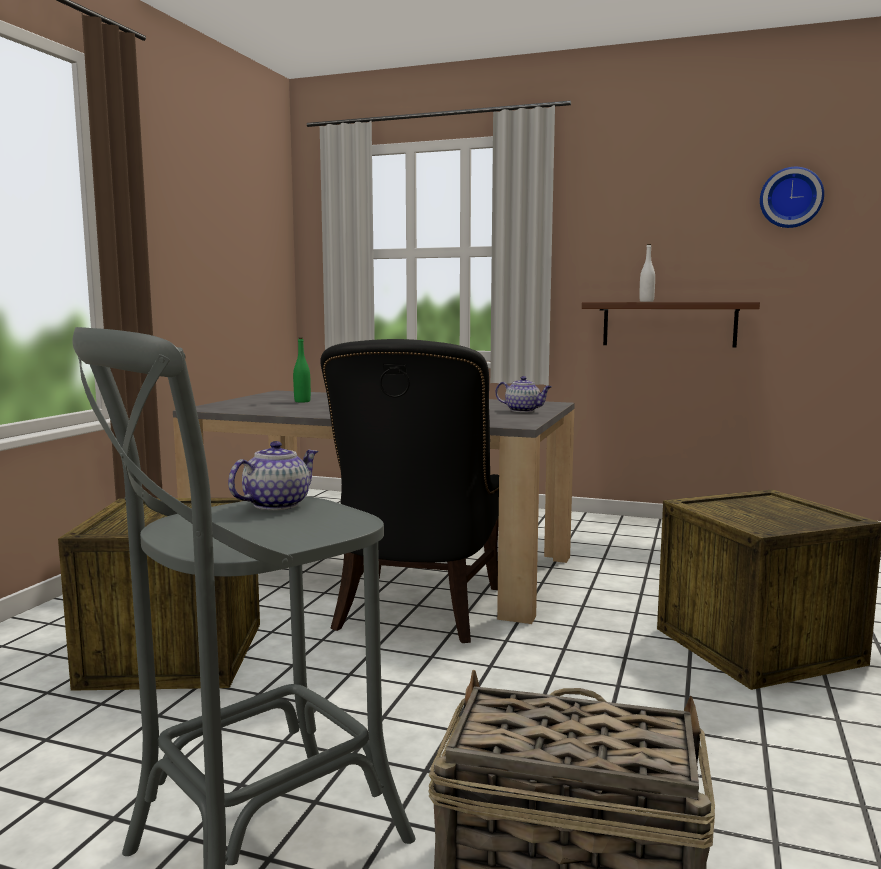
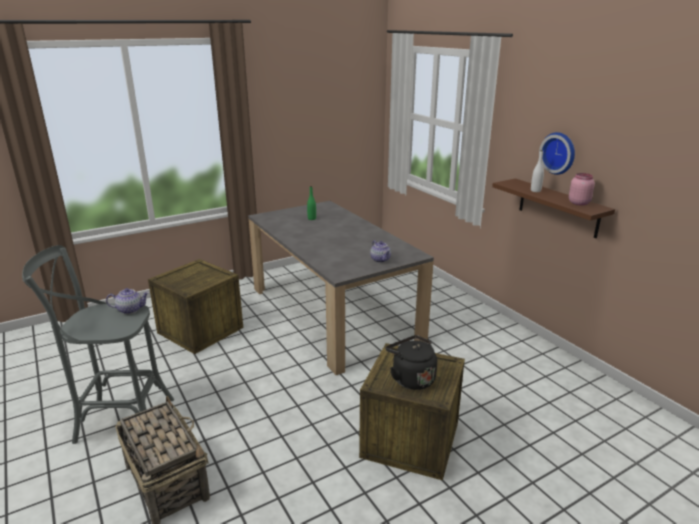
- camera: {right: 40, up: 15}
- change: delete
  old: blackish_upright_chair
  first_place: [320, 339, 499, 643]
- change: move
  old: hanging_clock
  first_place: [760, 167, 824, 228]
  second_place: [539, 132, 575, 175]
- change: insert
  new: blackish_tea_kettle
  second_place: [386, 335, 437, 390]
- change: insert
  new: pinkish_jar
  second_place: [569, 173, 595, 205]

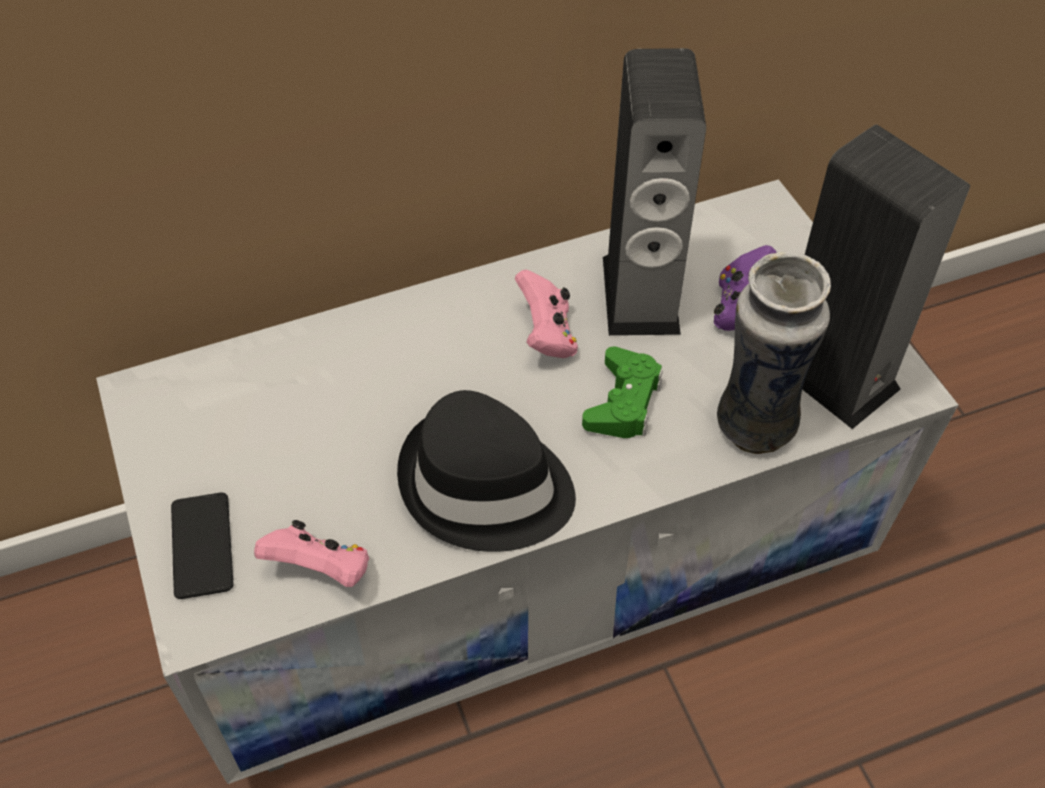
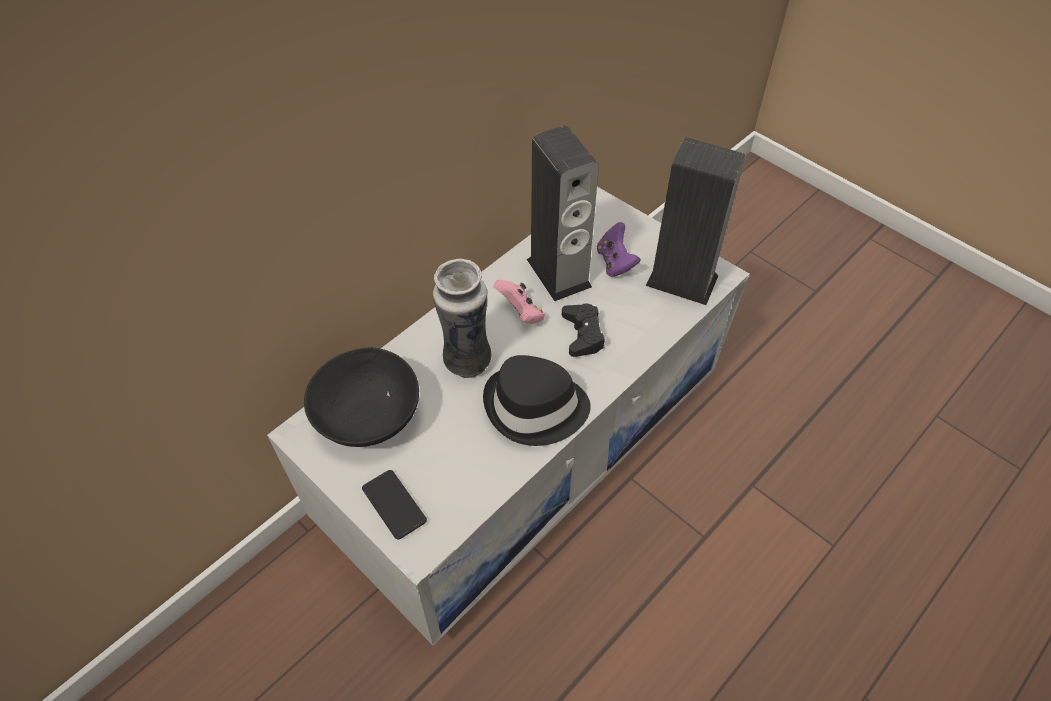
- camera: {right: -25, up: 0}
- change: delete
  old: pinkish_gamepad
  first_place: [254, 520, 369, 587]
- change: recolor
  old: greenish_gamepad
  new: blackish_gamepad
  first_place: [582, 347, 663, 438]
  second_place: [562, 303, 605, 357]
- change: move
  old: decorative_vase
  first_place: [717, 252, 831, 454]
  second_place: [433, 259, 491, 378]
- change: insert
  new: blackish_serving_bowl
  second_place: [304, 347, 419, 447]

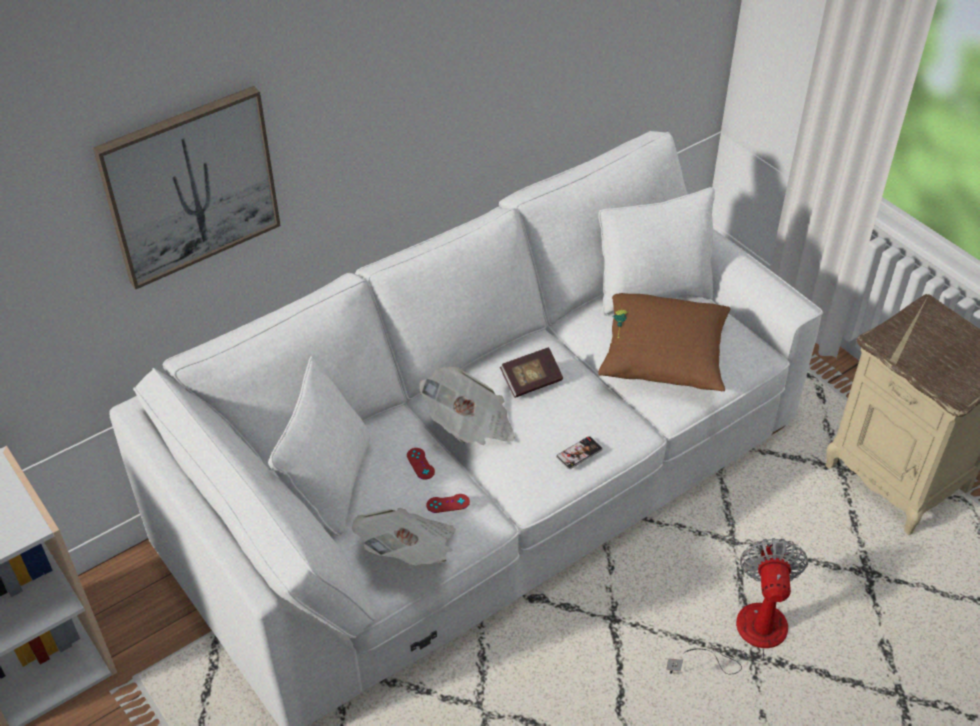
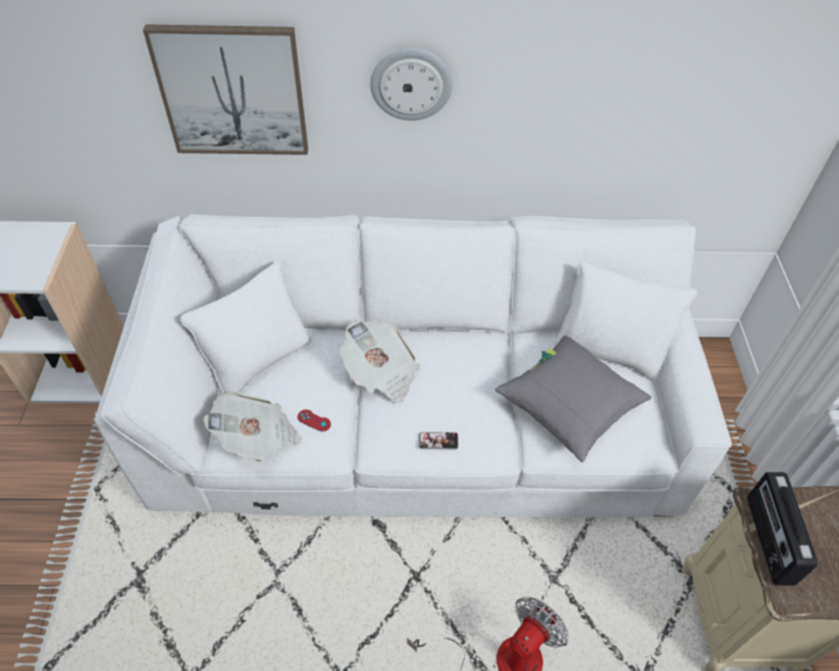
- camera: {right: 35, up: 5}
- change: delete
  old: red-coloured_gamepad
  first_place: [407, 448, 435, 480]
- change: delete
  old: volume
  first_place: [500, 347, 563, 398]
- change: recolor
  old: brown-coloured_pillow
  new: gray_pillow
  first_place: [598, 293, 731, 391]
  second_place: [495, 336, 651, 462]
- change: insert
  new: hanging_clock
  second_place: [370, 48, 452, 120]
- change: insert
  new: radio_set
  second_place: [747, 472, 818, 586]

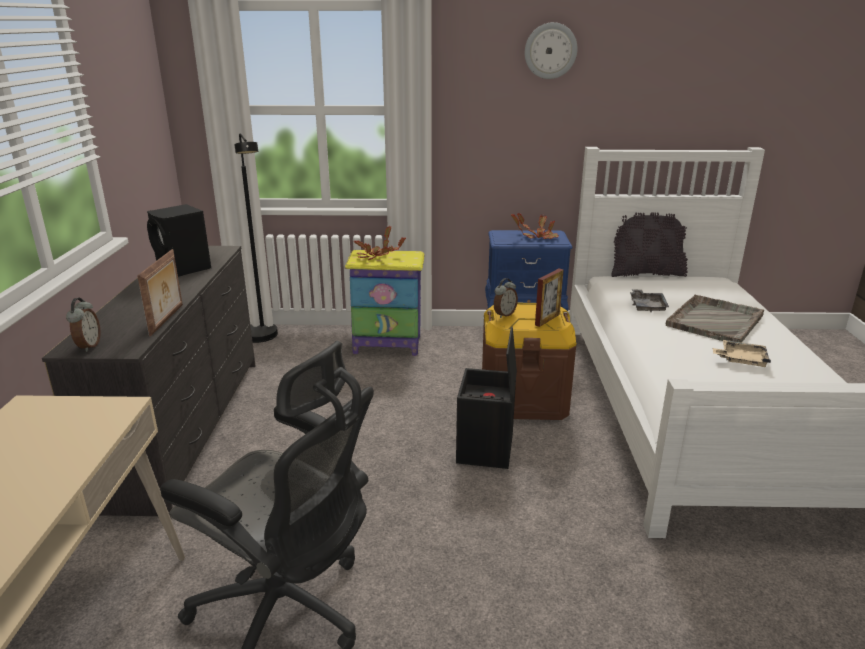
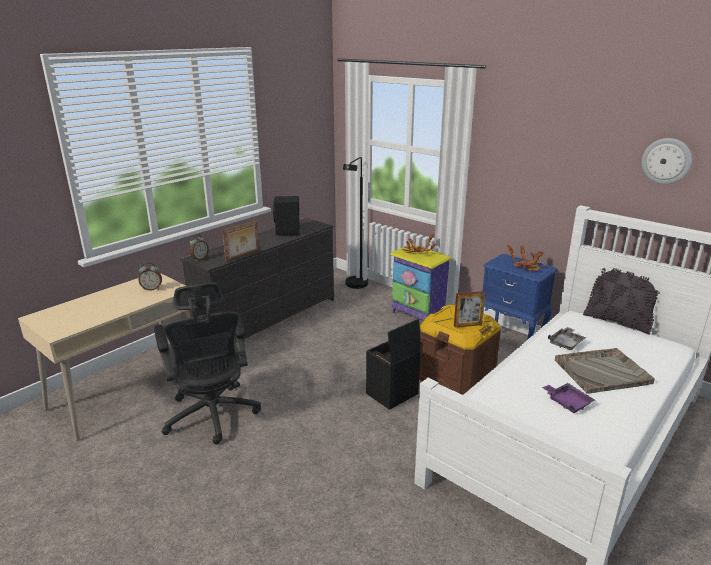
- camera: {right: 40, up: 0}
- change: move
  old: table_clock
  first_place: [494, 278, 518, 318]
  second_place: [139, 262, 162, 291]
- change: move
  old: hanging_clock
  first_place: [525, 22, 578, 79]
  second_place: [641, 138, 692, 184]
- change: recolor
  old: beige_tray
  new: purple_tray
  first_place: [713, 340, 771, 367]
  second_place: [542, 383, 595, 413]

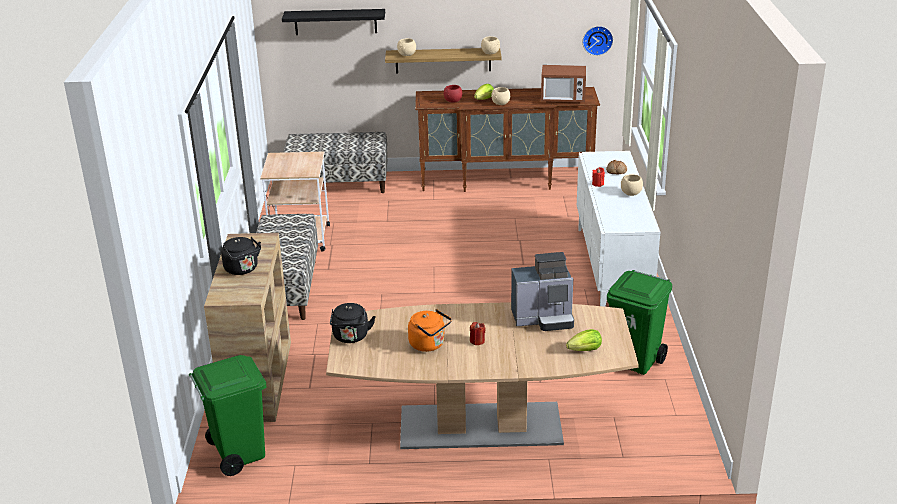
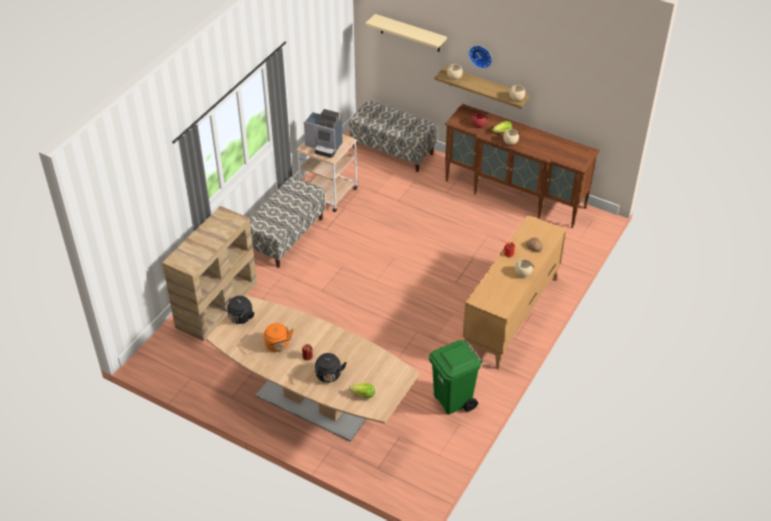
- camera: {right: 30, up: 15}
- change: delete
  old: greenish_rubbish_bin
  first_place: [189, 355, 266, 476]
- change: move
  old: blackish_tea_kettle
  first_place: [221, 237, 261, 275]
  second_place: [315, 353, 347, 383]
- change: recolor
  old: blackish_wall_shelf
  new: beige_wall_shelf
  first_place: [282, 9, 385, 35]
  second_place: [365, 14, 447, 52]
- change: move
  old: coffee_machine
  first_place: [511, 252, 574, 331]
  second_place: [304, 109, 343, 158]
- change: delete
  old: microwave
  first_place: [541, 65, 586, 103]
- change: recolor
  old: whitish_dresser
  new: brown-coloured_dresser
  first_place: [577, 151, 660, 307]
  second_place: [463, 215, 566, 370]
- change: move
  old: hanging_clock
  first_place: [583, 26, 613, 56]
  second_place: [469, 46, 492, 69]

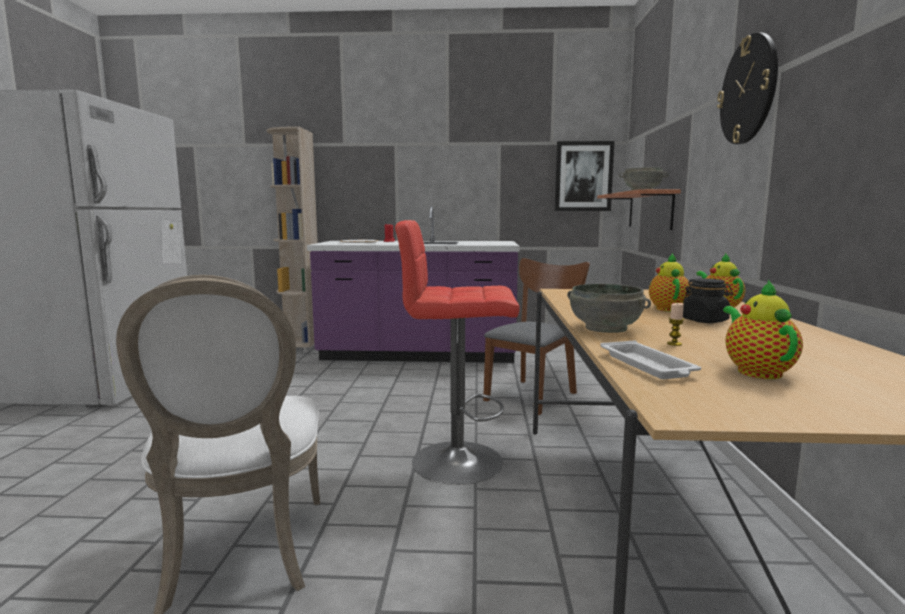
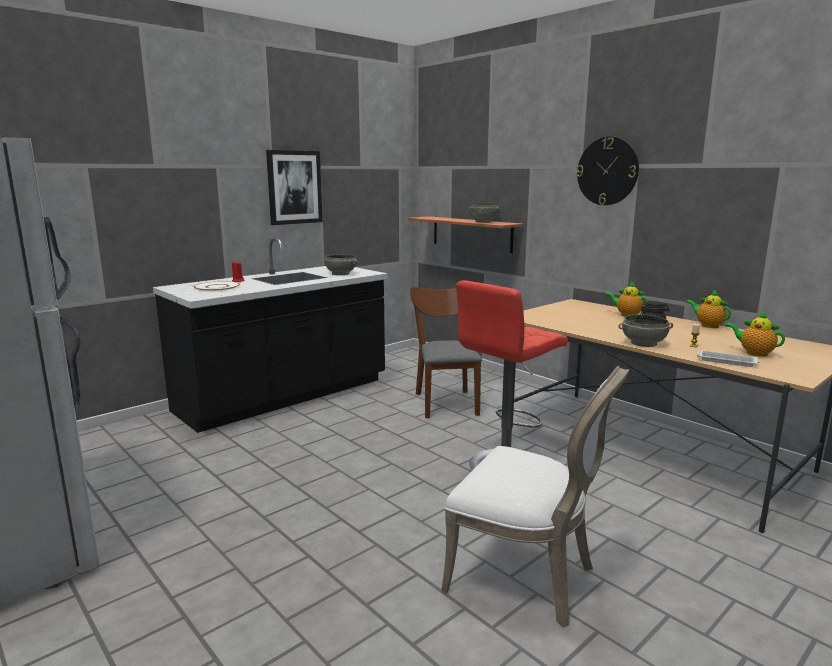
- camera: {right: -45, up: 5}
- change: delete
  old: beige_bookcase
  first_place: [267, 127, 318, 352]
- change: recolor
  old: purple_counter
  new: blackish_counter
  first_place: [307, 207, 519, 363]
  second_place: [153, 238, 388, 433]
- change: move
  old: wall_art
  first_place: [555, 141, 615, 211]
  second_place: [266, 150, 323, 225]
- change: move
  old: tea_pot
  first_place: [649, 253, 691, 311]
  second_place: [686, 290, 731, 328]
- change: insert
  new: gray_serving_bowl
  second_place: [324, 254, 358, 275]

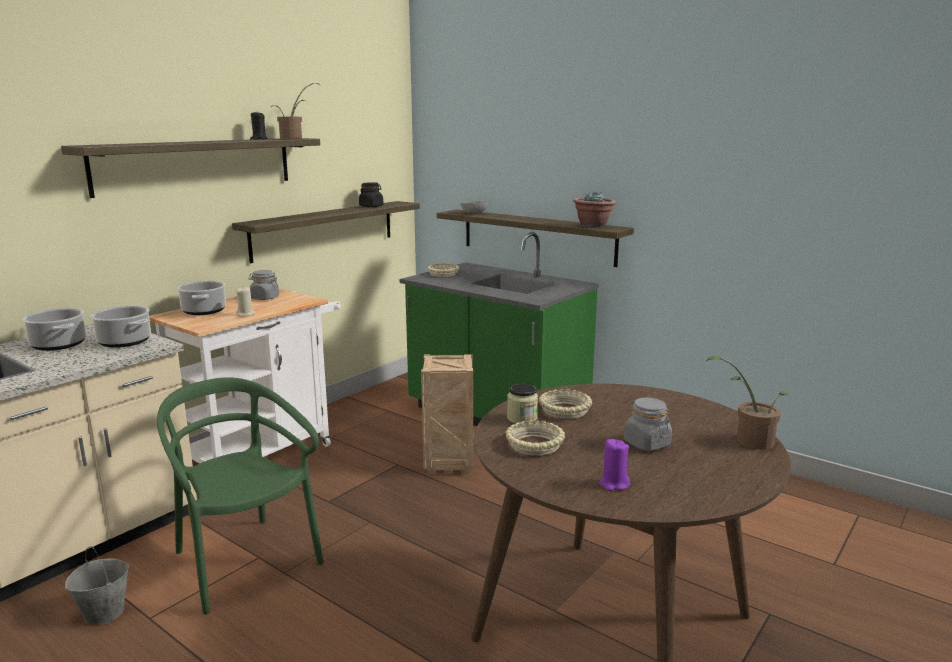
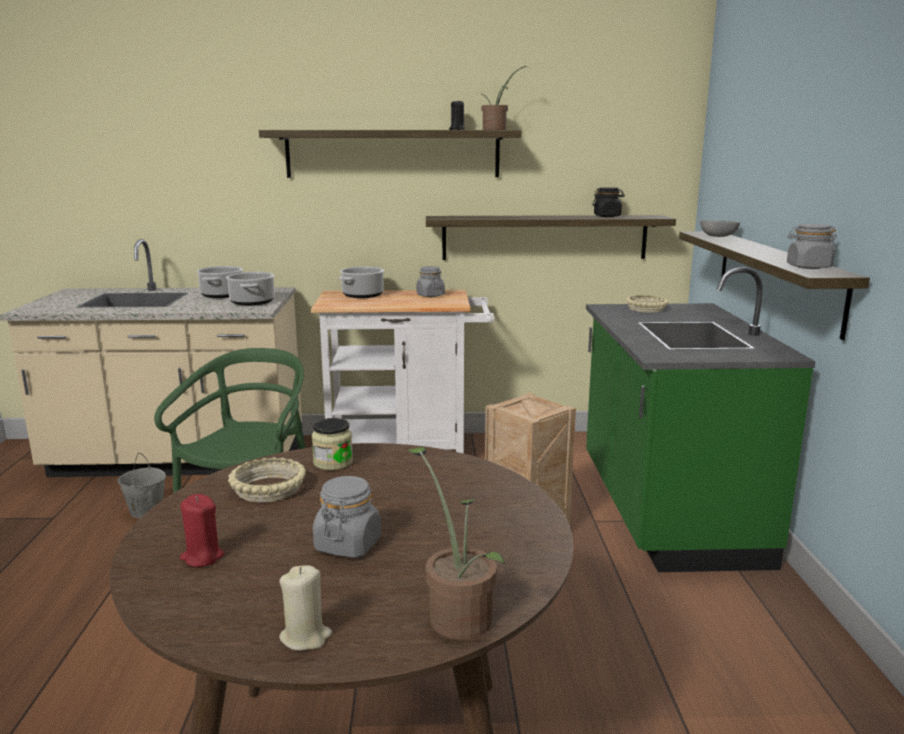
- camera: {right: 50, up: 0}
- change: move
  old: beige_wax_light
  first_place: [236, 287, 255, 316]
  second_place: [279, 565, 332, 651]
- change: delete
  old: beige_serving_bowl
  first_place: [539, 389, 592, 419]
- change: replace
  old: potted_plant
  new: gray_jar
  first_place: [573, 191, 616, 228]
  second_place: [787, 224, 837, 269]
- change: recolor
  old: purple_wax_light
  new: red-coloured_wax_light
  first_place: [599, 439, 630, 491]
  second_place: [180, 494, 225, 567]

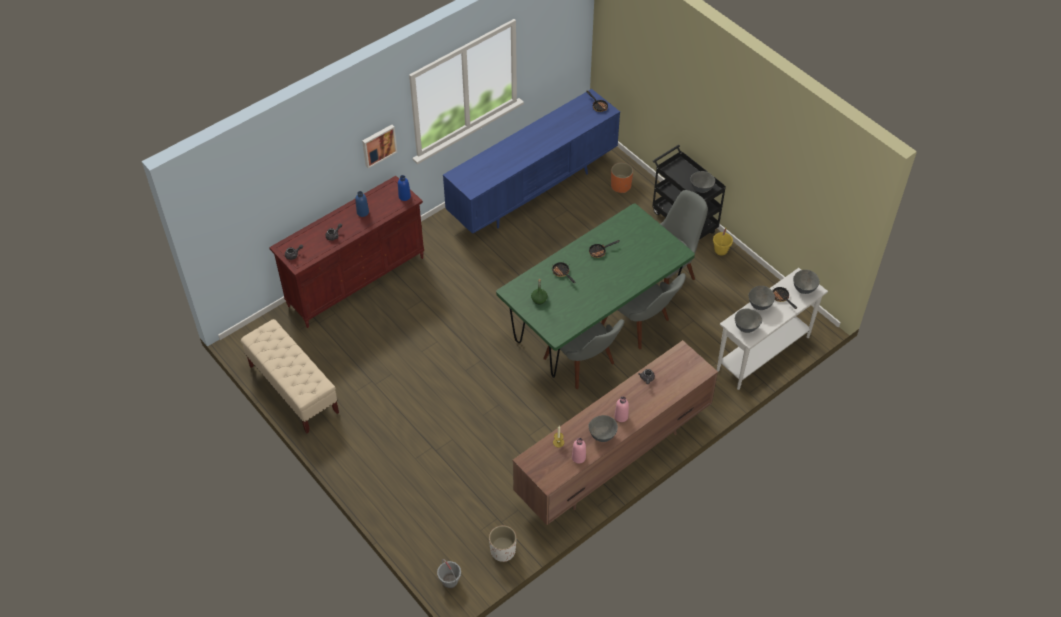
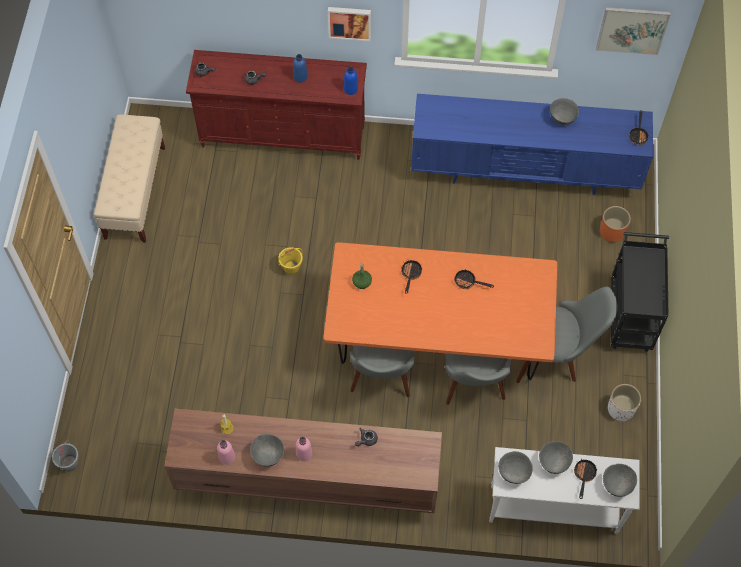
- camera: {right: 45, up: 10}
- change: move
  old: whitish_plant_pot
  first_place: [489, 526, 516, 562]
  second_place: [608, 384, 641, 421]
- change: recolor
  old: greenish_dining_table
  new: orange_dining_table
  first_place: [496, 203, 695, 378]
  second_place: [323, 242, 557, 380]
- change: move
  old: gray_serving_bowl
  first_place: [690, 171, 715, 193]
  second_place: [550, 98, 579, 126]
- change: move
  old: yellow_pail
  first_place: [713, 228, 733, 256]
  second_place: [278, 247, 303, 275]
- change: insert
  new: wall_art
  second_place: [596, 7, 670, 55]

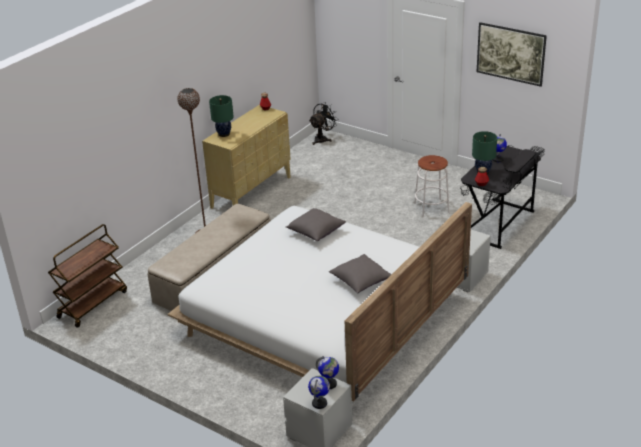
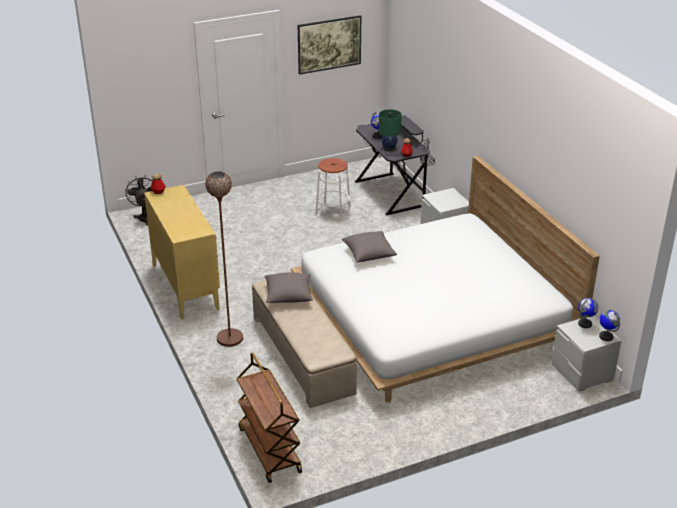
- camera: {right: -60, up: 0}
- change: delete
  old: greenish_tabletop_lamp
  first_place: [209, 95, 234, 137]
- change: move
  old: gray_pillow
  first_place: [329, 254, 392, 294]
  second_place: [264, 272, 313, 303]

